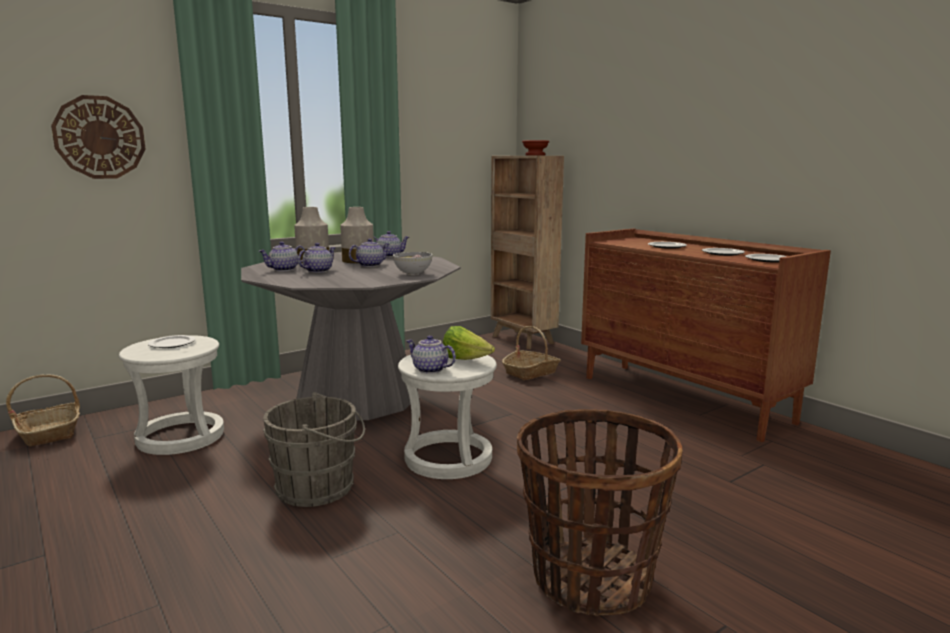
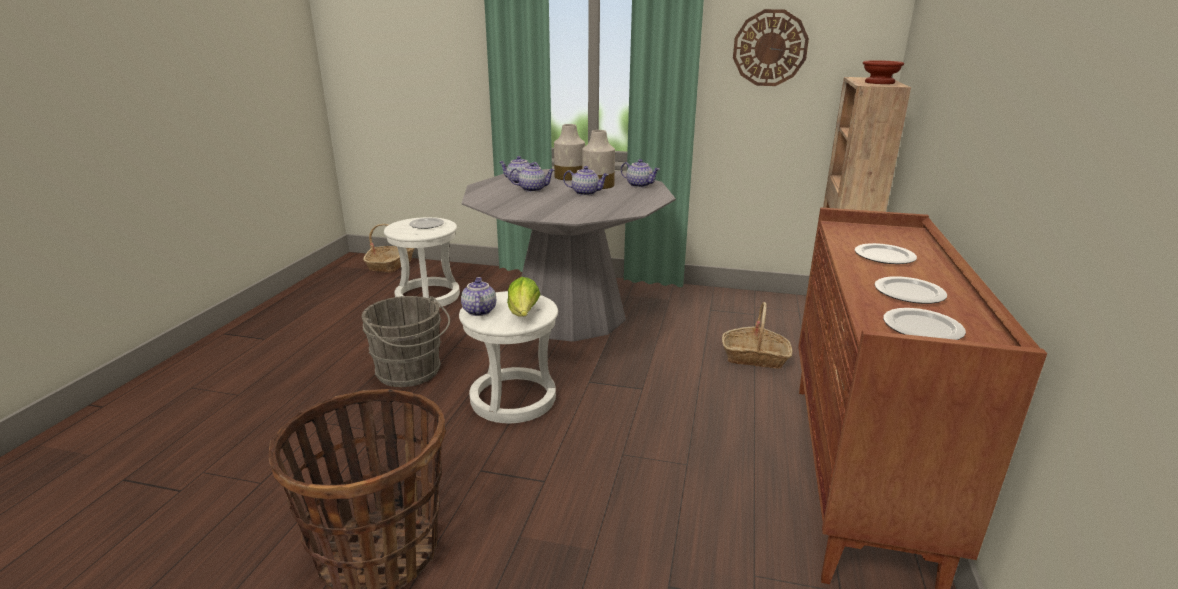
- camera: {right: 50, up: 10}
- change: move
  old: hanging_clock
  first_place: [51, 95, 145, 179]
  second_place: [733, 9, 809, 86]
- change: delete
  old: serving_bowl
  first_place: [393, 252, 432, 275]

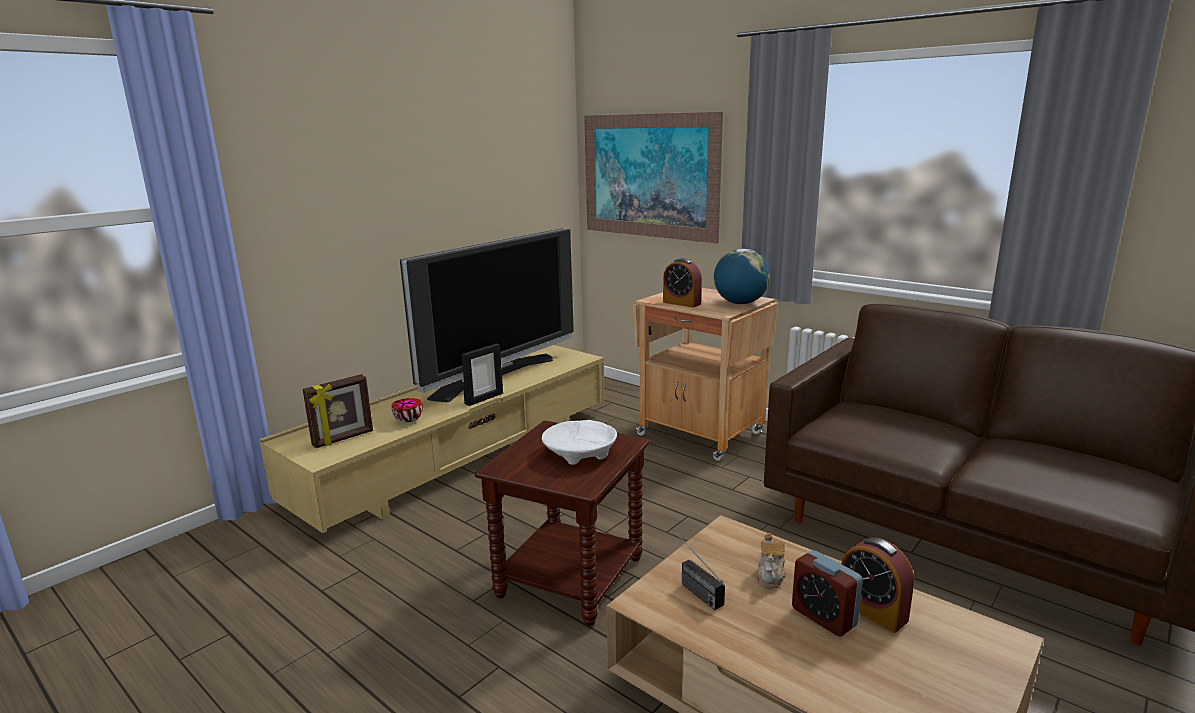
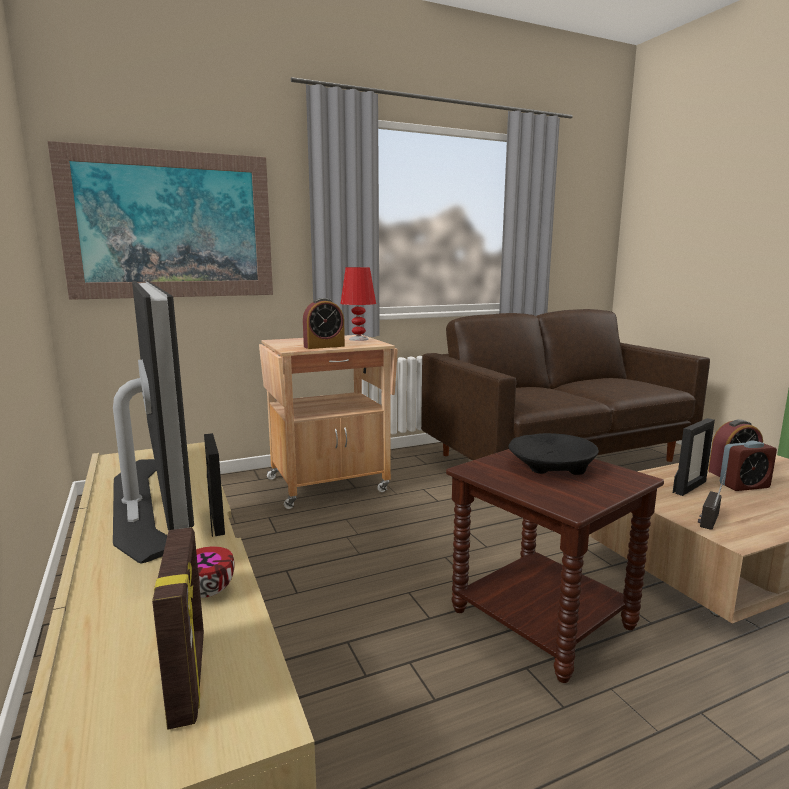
- camera: {right: -65, up: -5}
- change: recolor
  old: whitish_serving_bowl
  new: blackish_serving_bowl
  first_place: [542, 420, 617, 465]
  second_place: [508, 433, 599, 475]
- change: rotate
  old: radio_set
  first_place: [673, 530, 725, 610]
  second_place: [698, 470, 727, 530]
  degrees: 135
- change: replace
  old: world_globe
  new: red-coloured_tabletop_lamp
  first_place: [714, 249, 770, 304]
  second_place: [340, 267, 376, 341]
- change: replace
  old: tea_pot
  new: standing_frame
  first_place: [757, 533, 786, 589]
  second_place: [673, 418, 715, 496]

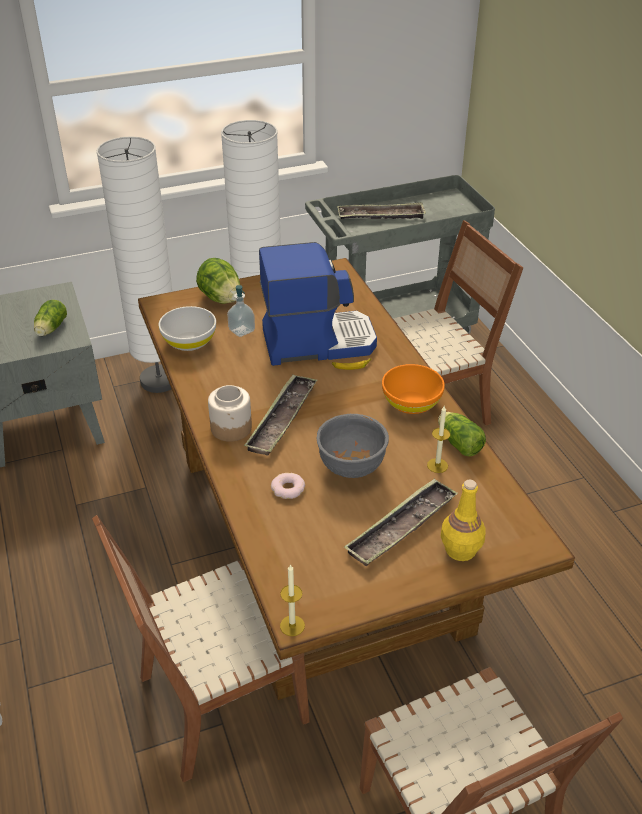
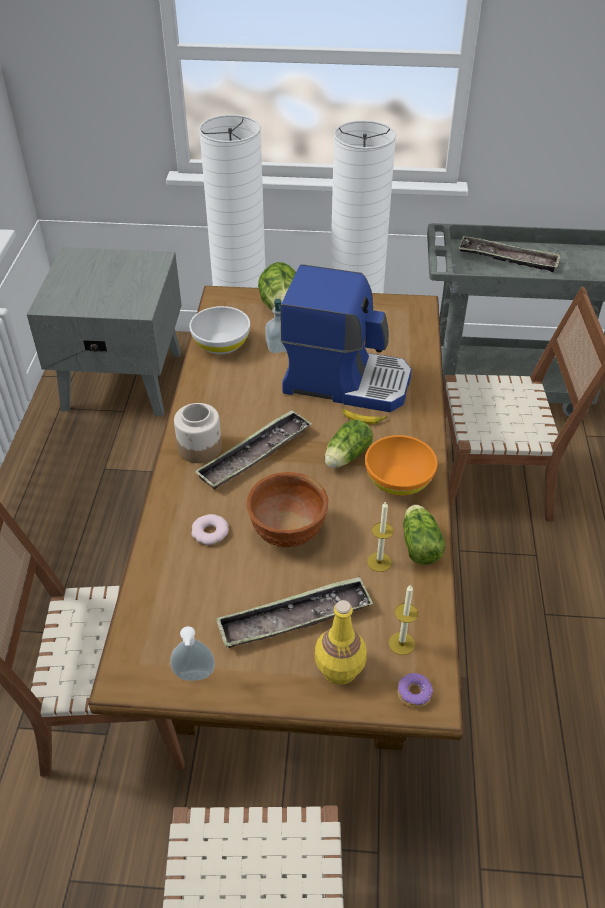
- camera: {right: 25, up: 5}
- change: move
  old: head_of_lettuce
  first_place: [34, 300, 67, 336]
  second_place: [325, 419, 373, 468]
- change: move
  old: wax_light
  first_place: [280, 564, 305, 636]
  second_place: [389, 584, 418, 655]
- change: recolor
  old: gray_serving_bowl
  new: brown-coloured_serving_bowl
  first_place: [316, 414, 389, 478]
  second_place: [246, 472, 328, 547]
- change: insert
  new: liquid_soap_bottle
  second_place: [170, 626, 215, 681]
- change: insert
  new: donut
  second_place: [398, 673, 433, 708]

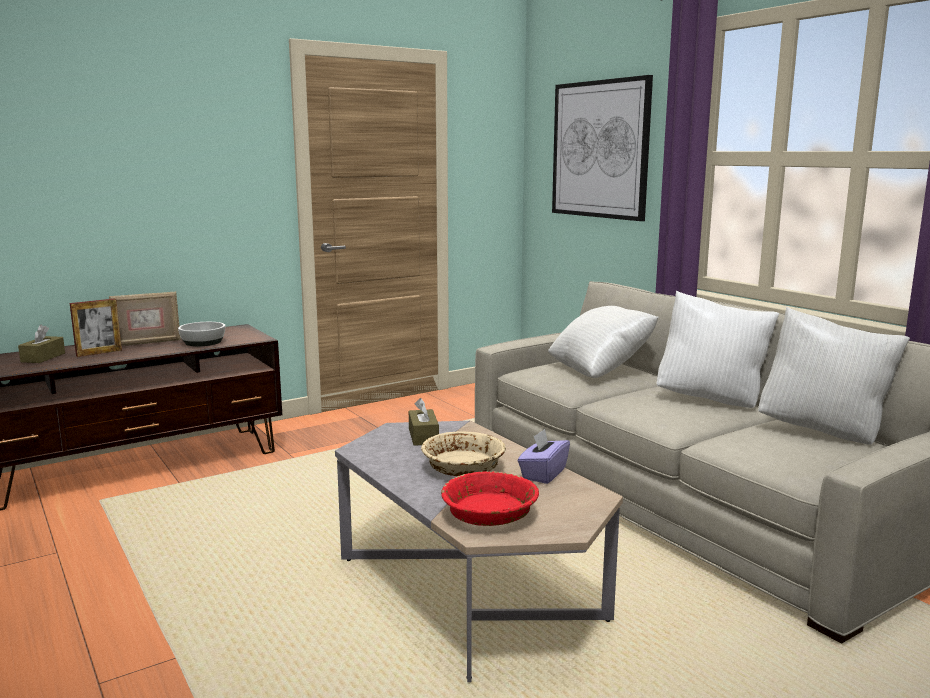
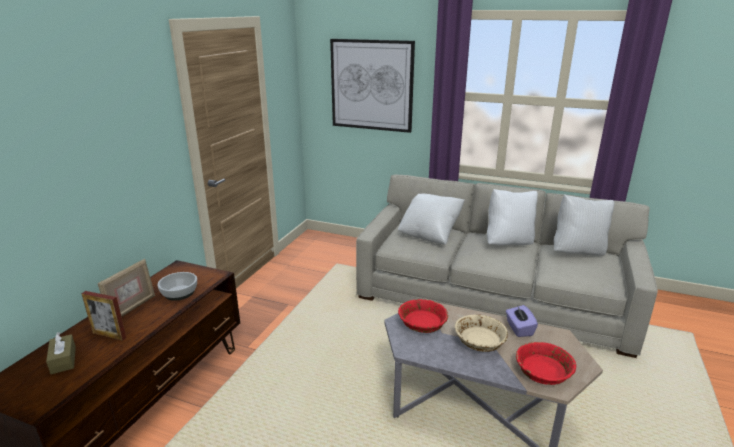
- camera: {right: -35, up: 10}
- change: rotate
  old: standing_frame
  first_place: [70, 298, 122, 357]
  second_place: [81, 291, 127, 341]
  degrees: 90
- change: replace
  old: brown-coloured_tissue_box
  new: red-coloured_serving_bowl
  first_place: [409, 398, 439, 446]
  second_place: [398, 299, 448, 333]

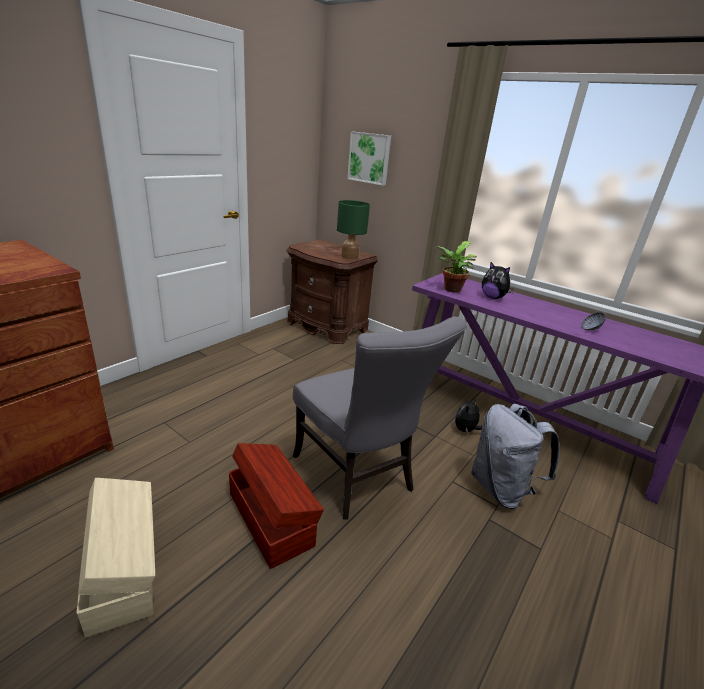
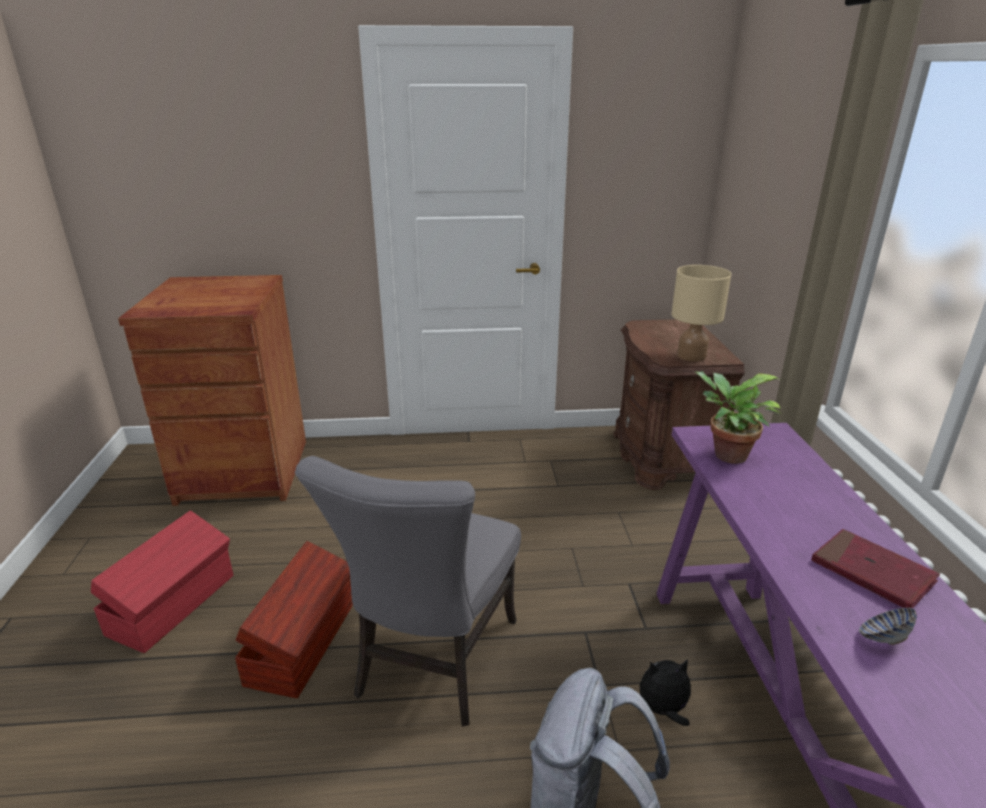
- camera: {right: 50, up: 0}
- change: recolor
  old: beige_storage_container
  new: red-coloured_storage_container
  first_place: [77, 478, 155, 638]
  second_place: [91, 510, 233, 653]
- change: recolor
  old: greenish_tabletop_lamp
  new: beige_tabletop_lamp
  first_place: [337, 200, 370, 259]
  second_place: [671, 265, 731, 361]
- change: delete
  old: wall_art
  first_place: [347, 131, 391, 186]
- change: delete
  old: soft_toy
  first_place: [482, 262, 514, 299]
- change: insert
  new: red-coloured_volume
  second_place: [812, 529, 940, 608]

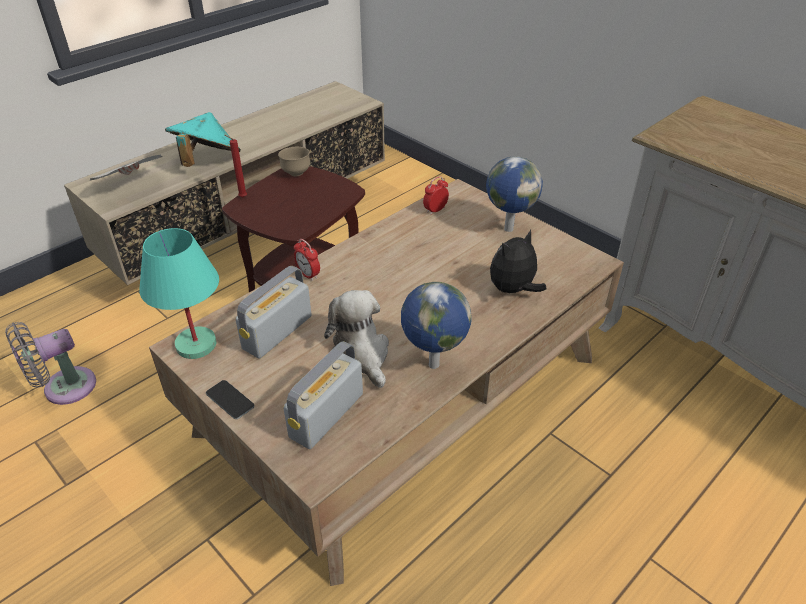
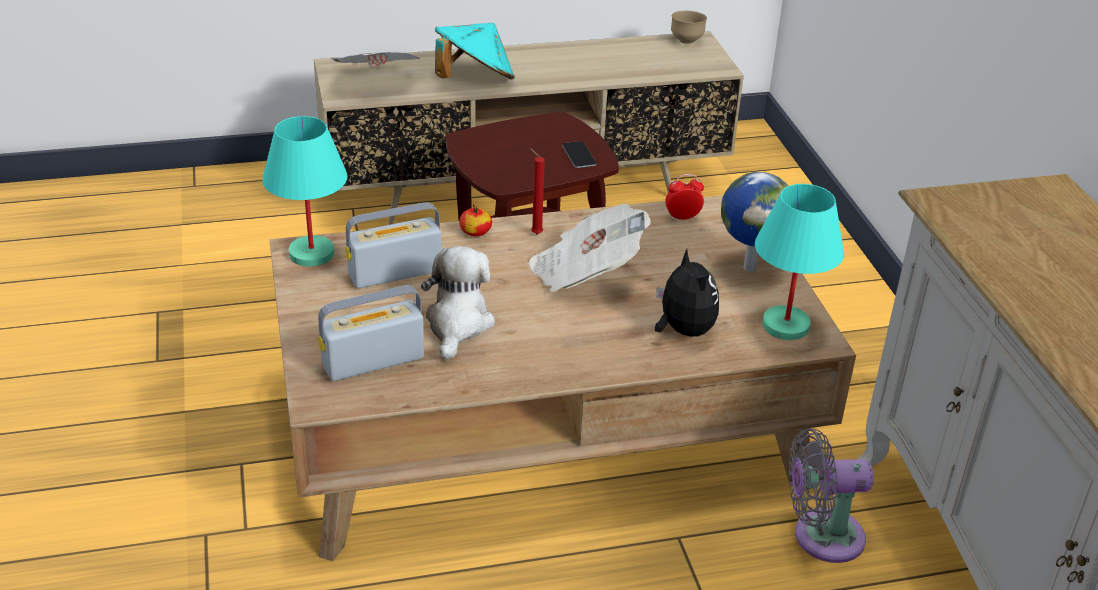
- camera: {right: 30, up: -5}
- change: move
  old: gray_fan
  first_place: [5, 322, 96, 405]
  second_place: [789, 428, 874, 563]
- change: move
  old: phone
  first_place: [206, 380, 255, 419]
  second_place: [562, 141, 596, 168]
- change: move
  old: red-coloured_wax_light
  first_place: [224, 135, 247, 197]
  second_place: [530, 148, 545, 234]
- change: move
  old: brown-coloured_serving_bowl
  first_place: [278, 147, 310, 176]
  second_place: [671, 11, 707, 44]
- change: replace
  old: table_clock
  new: apple_fruit
  first_place: [294, 239, 320, 281]
  second_place: [459, 204, 492, 236]
- change: delete
  old: world_globe
  first_place: [401, 282, 472, 369]
- change: rotate
  old: soft_toy
  first_place: [490, 230, 546, 293]
  second_place: [655, 249, 719, 337]
  degrees: 75
- change: insert
  new: daily_paper
  second_place: [528, 203, 651, 292]
- change: insert
  new: blue-green_tabletop_lamp
  second_place: [755, 184, 844, 340]

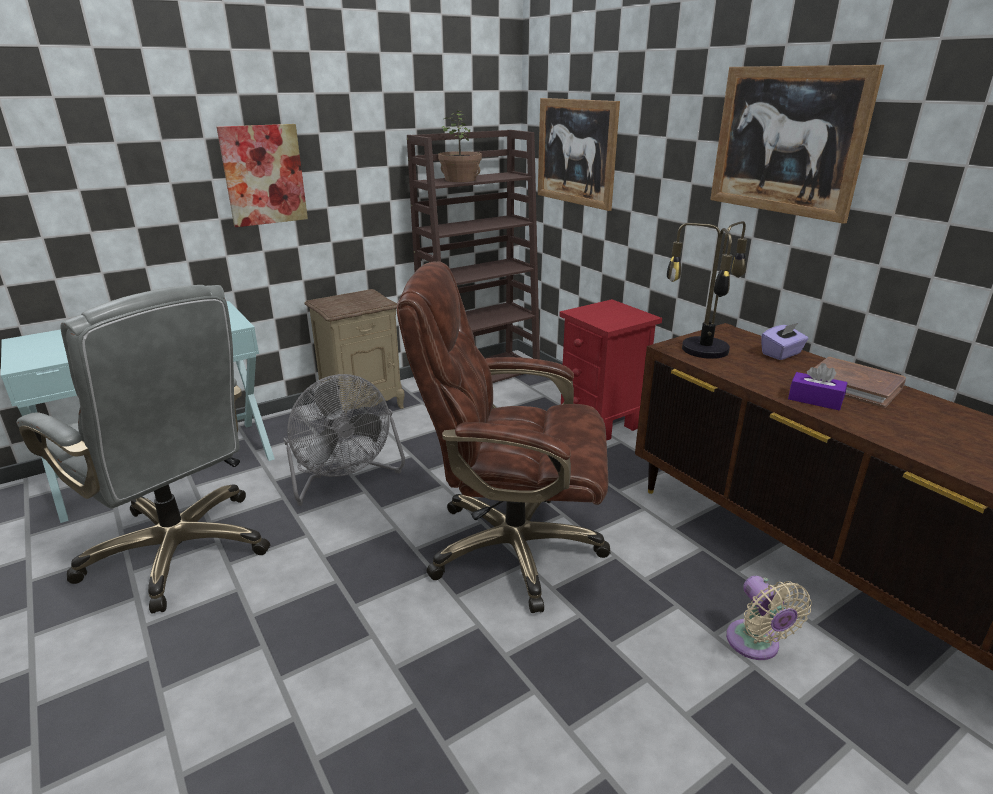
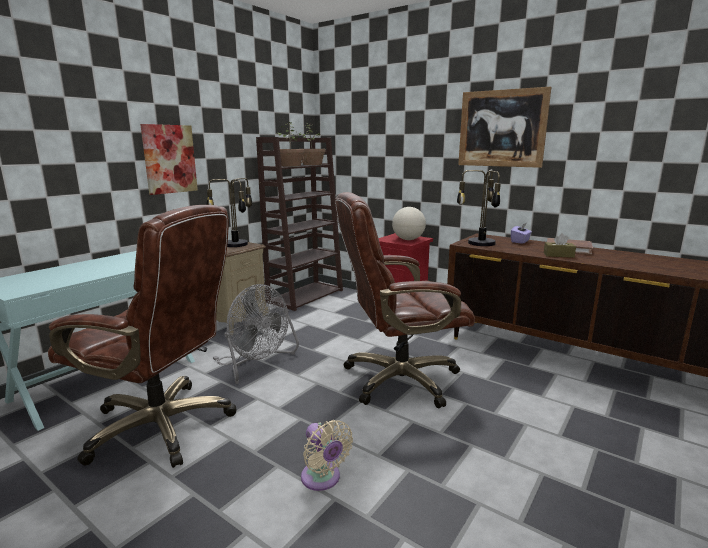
- camera: {right: -20, up: -10}
- change: recolor
  old: gray_desk_chair
  new: brown-coloured_desk_chair
  first_place: [16, 285, 270, 613]
  second_place: [48, 205, 237, 468]
- change: delete
  old: wall_art
  first_place: [538, 98, 620, 211]
- change: move
  old: beige_fan
  first_place: [726, 576, 812, 660]
  second_place: [301, 420, 353, 491]
- change: recolor
  old: purple_tissue_box
  new: brown-coloured_tissue_box
  first_place: [788, 363, 847, 410]
  second_place: [544, 233, 576, 258]
- change: insert
  new: tabletop_lamp
  second_place: [206, 178, 252, 247]
- change: insert
  new: potted_plant
  second_place: [299, 125, 325, 165]
- change: insert
  new: world_globe
  second_place: [392, 207, 426, 240]

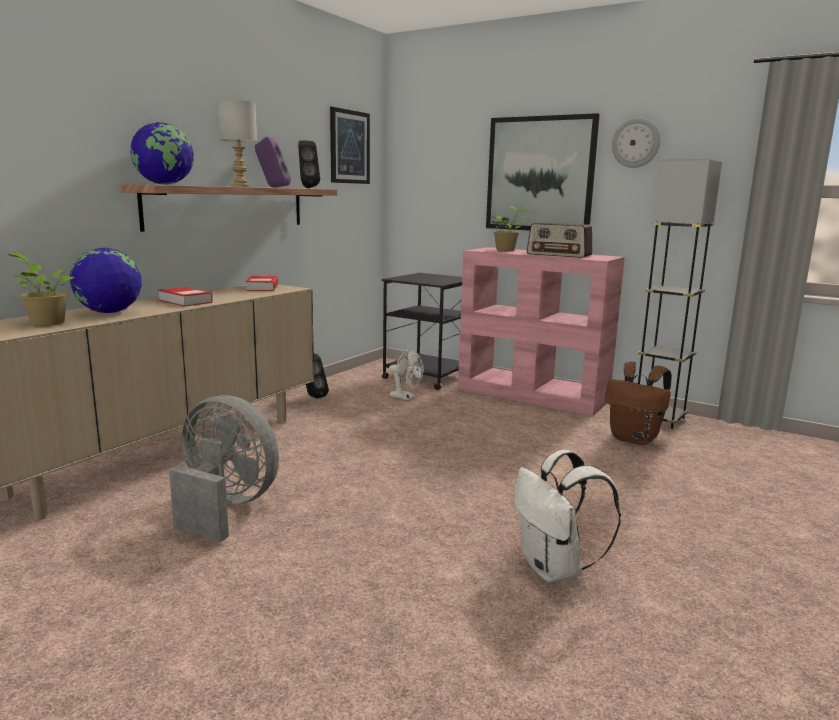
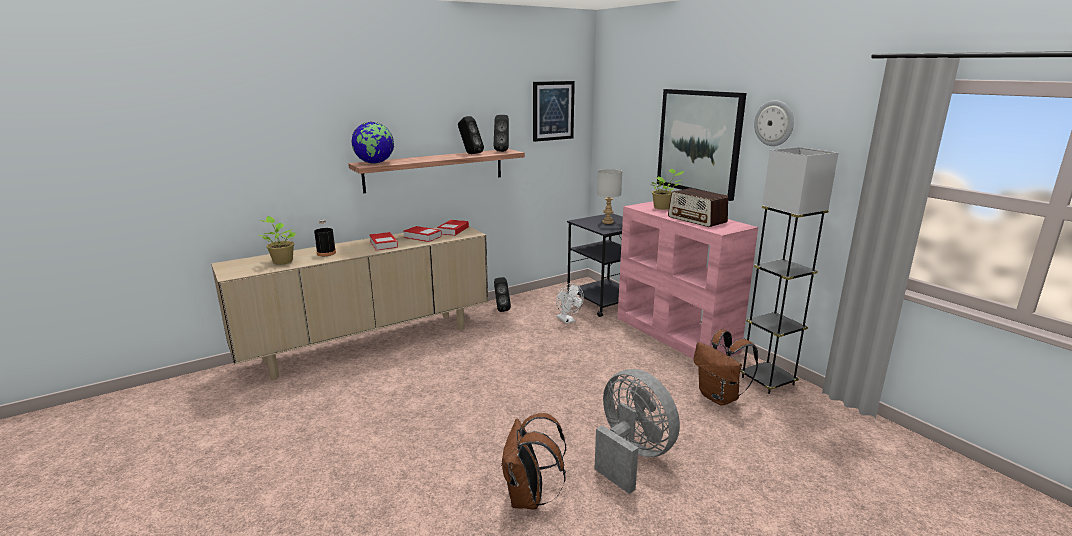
- camera: {right: 25, up: 5}
- change: replace
  old: world_globe
  new: blackish_drink_bottle
  first_place: [69, 248, 142, 313]
  second_place: [314, 219, 336, 256]
- change: move
  old: gray_fan
  first_place: [169, 395, 279, 542]
  second_place: [594, 369, 680, 494]
- change: move
  old: gray_tabletop_lamp
  first_place: [217, 100, 257, 187]
  second_place: [597, 169, 622, 224]
- change: recolor
  old: purple_loudspeaker
  new: blackish_loudspeaker
  first_place: [255, 136, 291, 187]
  second_place: [458, 116, 484, 154]
- change: recolor
  old: whitish_rucksack
  new: brown-coloured_rucksack
  first_place: [514, 450, 621, 582]
  second_place: [501, 413, 566, 510]
- change: insert
  new: volume
  second_place: [404, 226, 442, 242]

